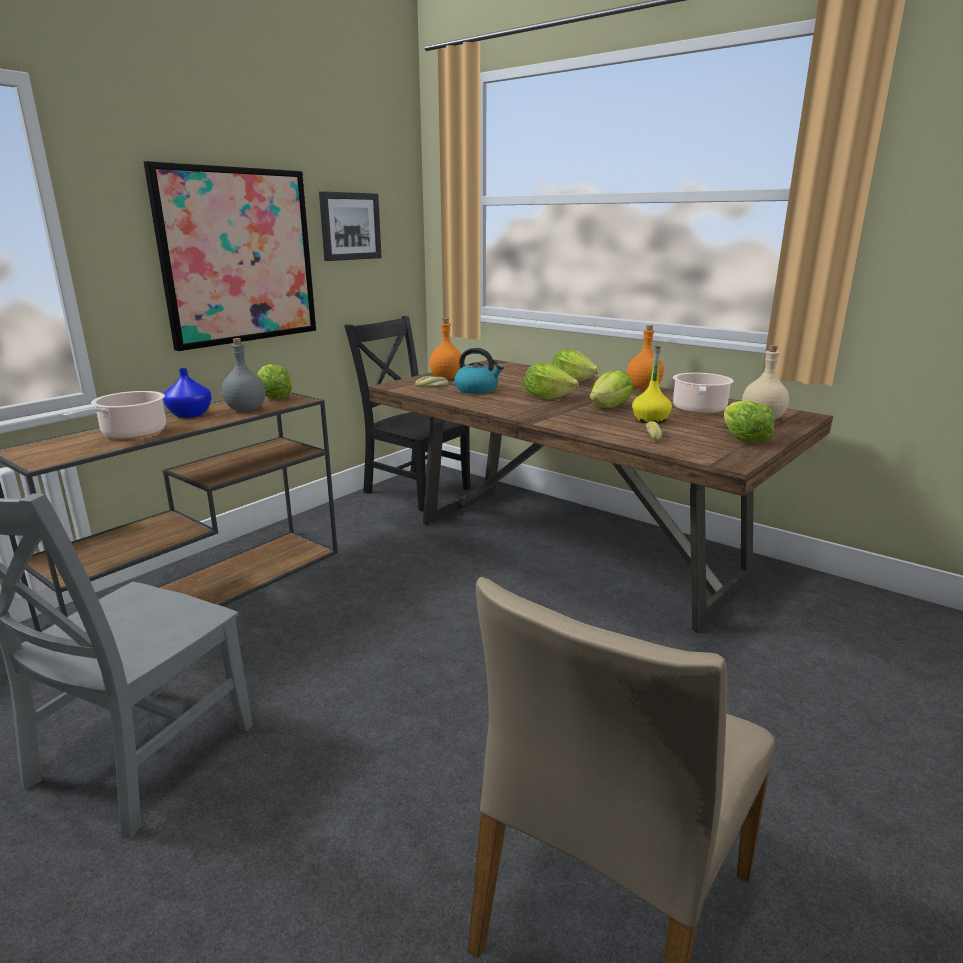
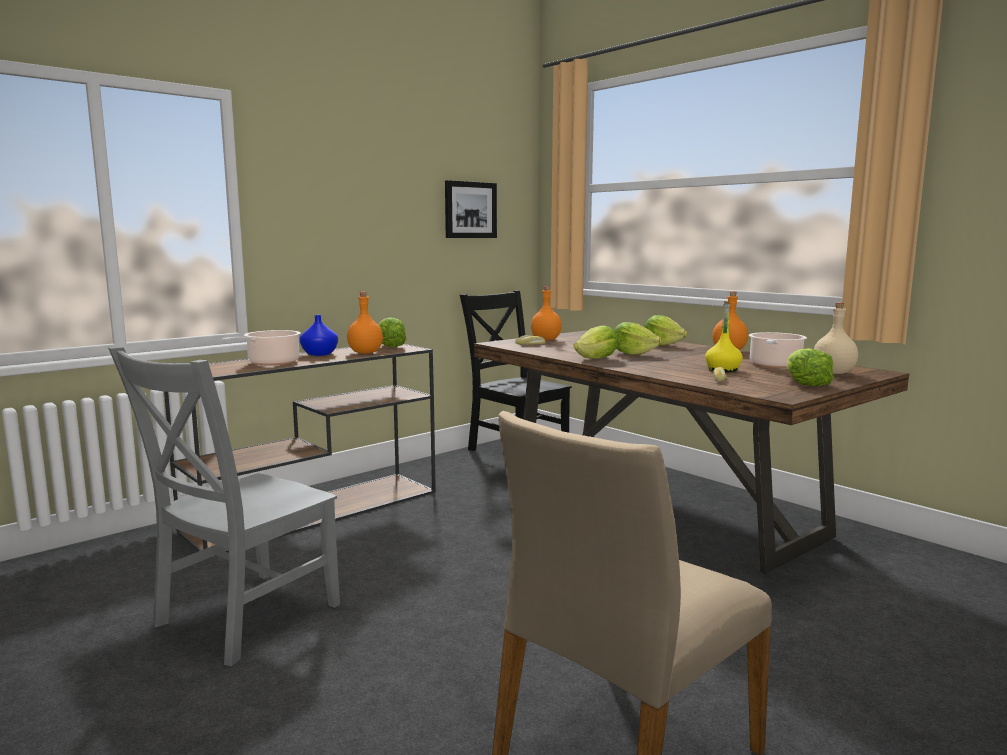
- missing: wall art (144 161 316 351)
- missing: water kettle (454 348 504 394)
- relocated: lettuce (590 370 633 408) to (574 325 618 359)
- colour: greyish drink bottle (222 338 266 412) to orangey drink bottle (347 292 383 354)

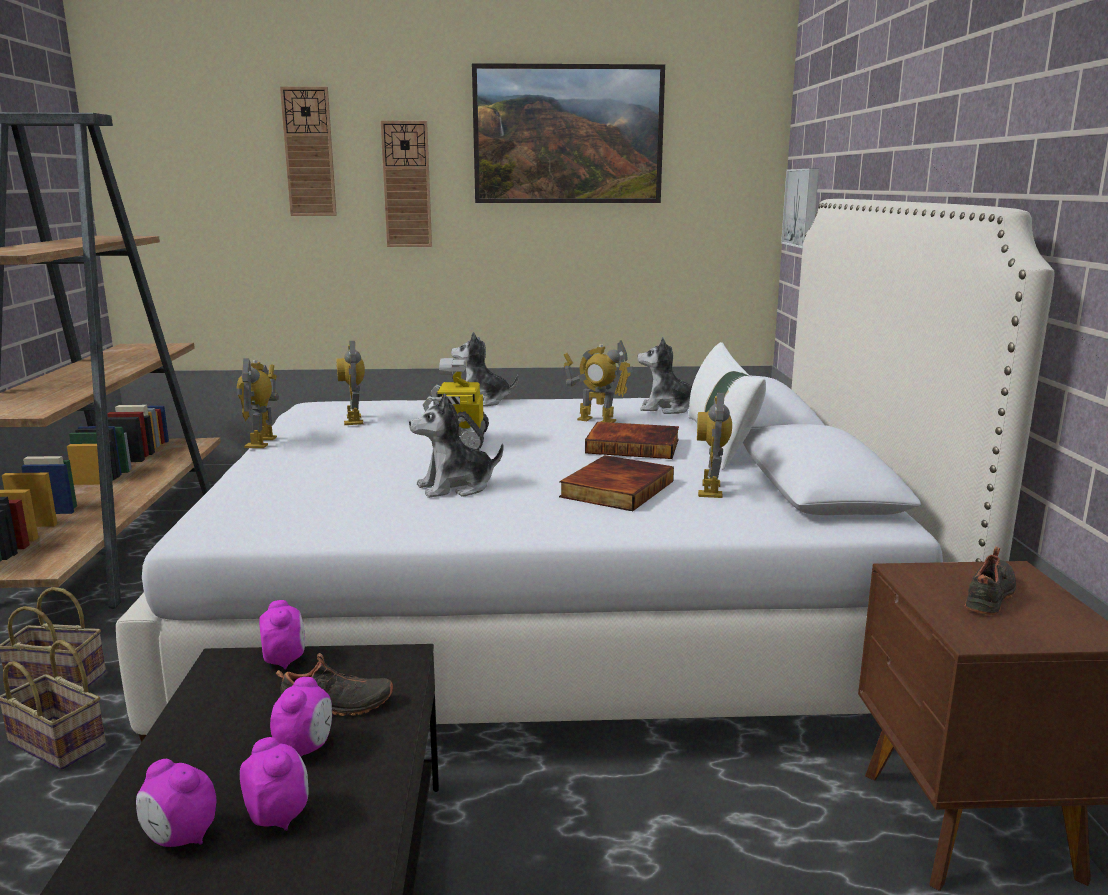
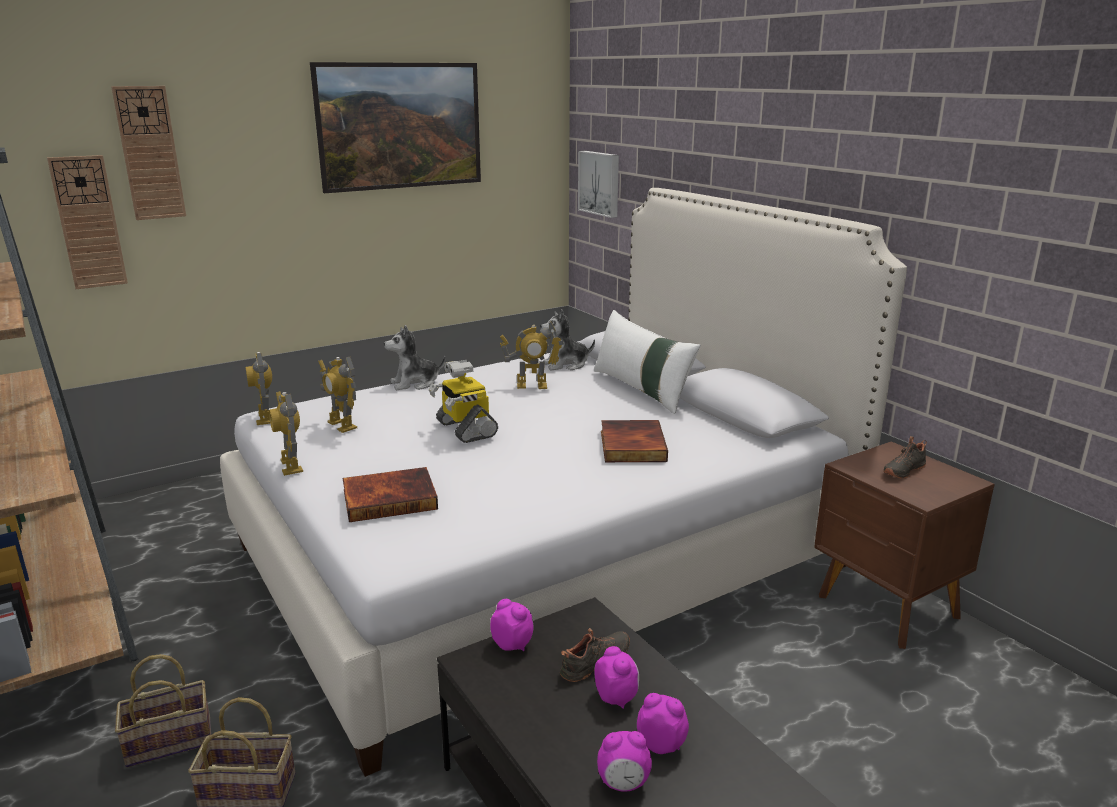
- missing: plush toy (409 393 504 498)
- relocated: wall clock (380 121 432 247) to (47 155 128 289)
- relocated: bound book (585 422 679 459) to (343 467 438 522)
- relocated: model robot (697 393 732 498) to (246 352 272 425)
- spun: blackish item of footwear (965 547 1016 615) = (883 436 927 479) 135 degrees counterclockwise

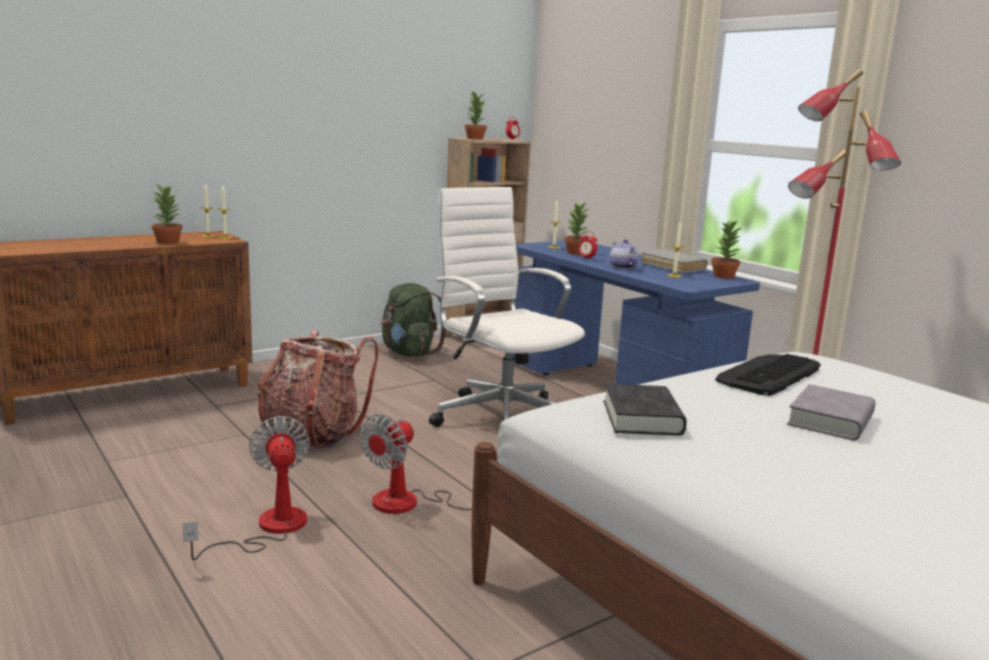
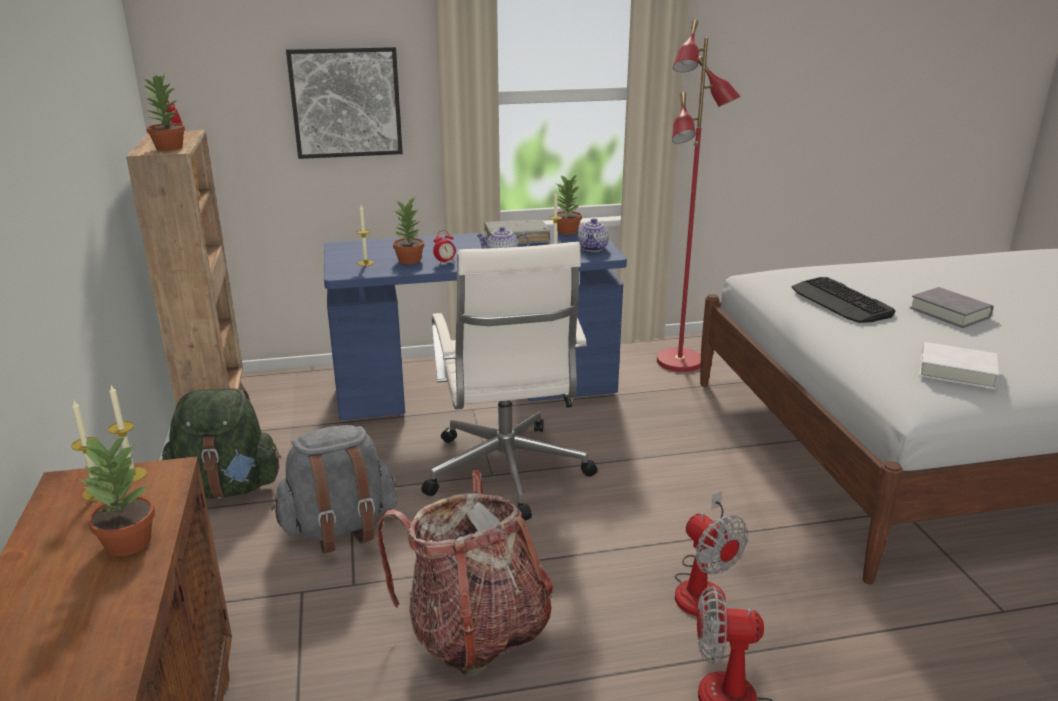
- appeared: greyish backpack (271 425 397 554)
- appeared: wall art (286 46 403 159)
- appeared: tea pot (577 219 609 252)
- colour: blackish bound book (603 384 687 436) to whitish bound book (919 342 999 389)
- spun: whitish desk chair (429 187 585 427) = (421 242 598 521) 90 degrees counterclockwise

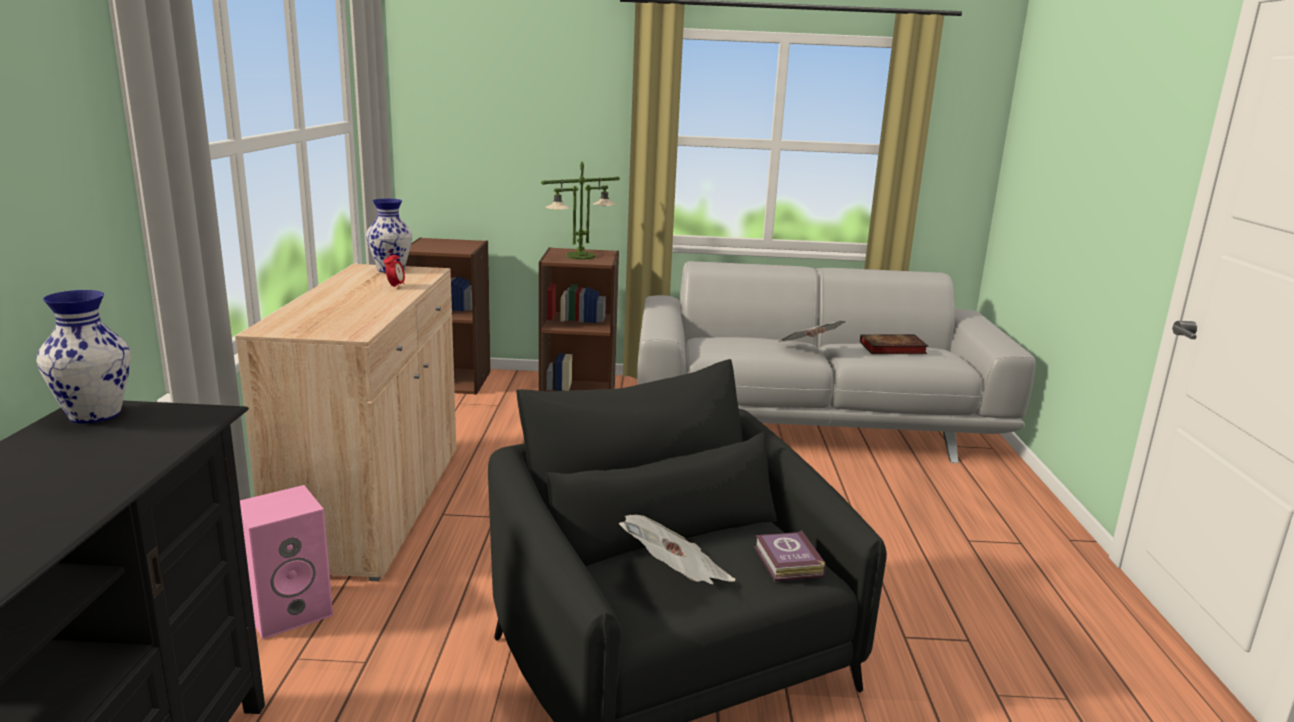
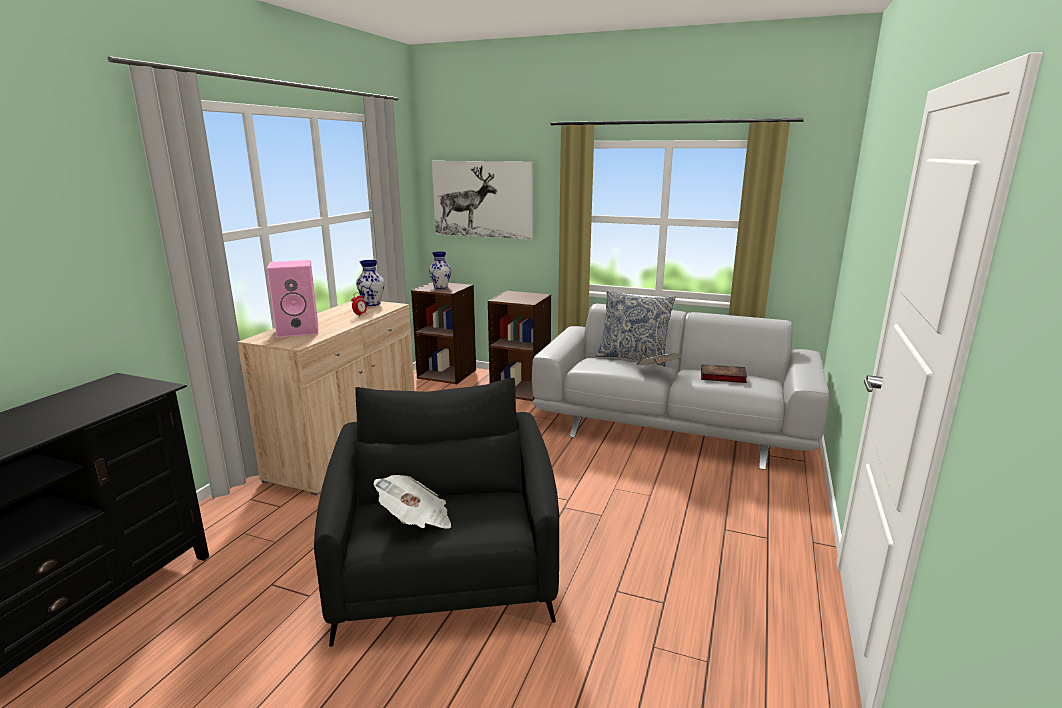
- missing: lamp for a table (541 162 620 260)
- missing: bound book (754 530 826 581)
- appeared: wall art (432 161 533 240)
- appeared: cushion (596 290 676 366)
- relocated: decorative vase (36 290 131 424) to (429 251 451 289)
- relocated: pink-coloured speaker (240 485 333 639) to (267 260 318 337)

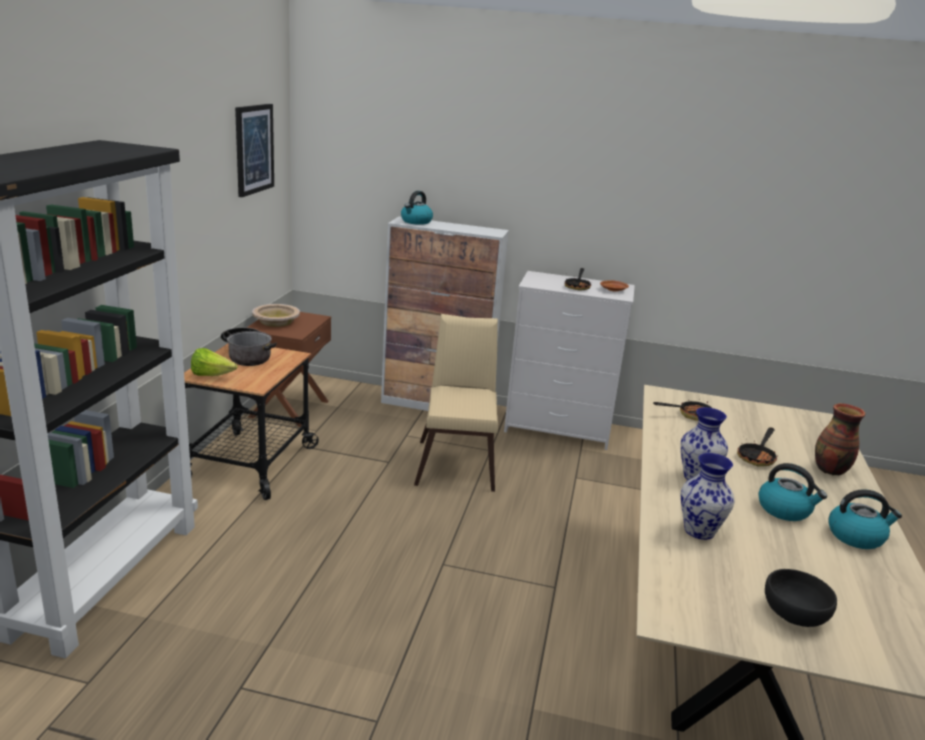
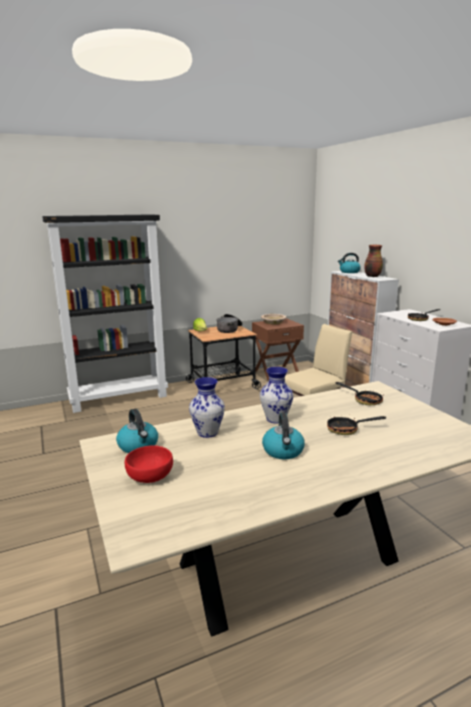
- missing: wall art (235 104 274 197)
- relocated: decorative vase (815 403 865 476) to (364 245 383 277)
- relocated: water kettle (828 489 902 549) to (116 409 158 453)
- colour: blackish serving bowl (765 569 837 627) to reddish serving bowl (125 445 173 483)

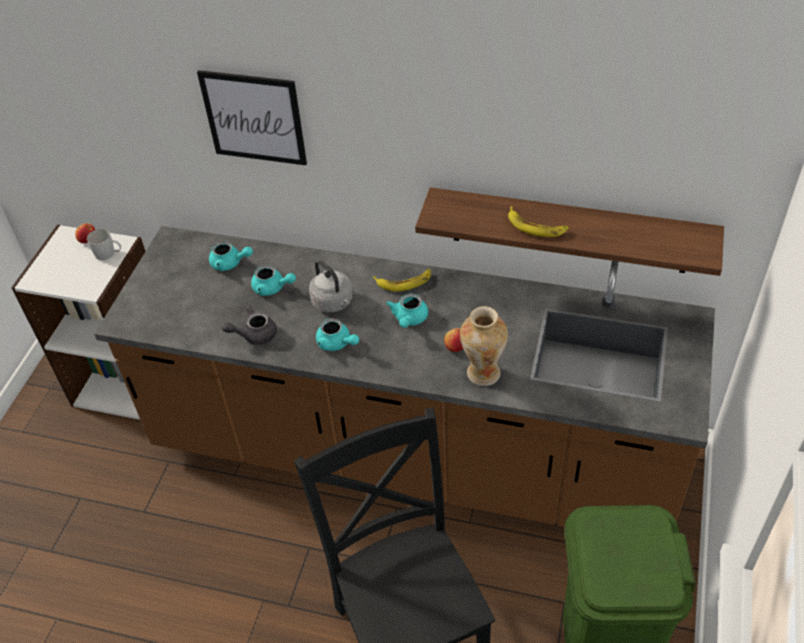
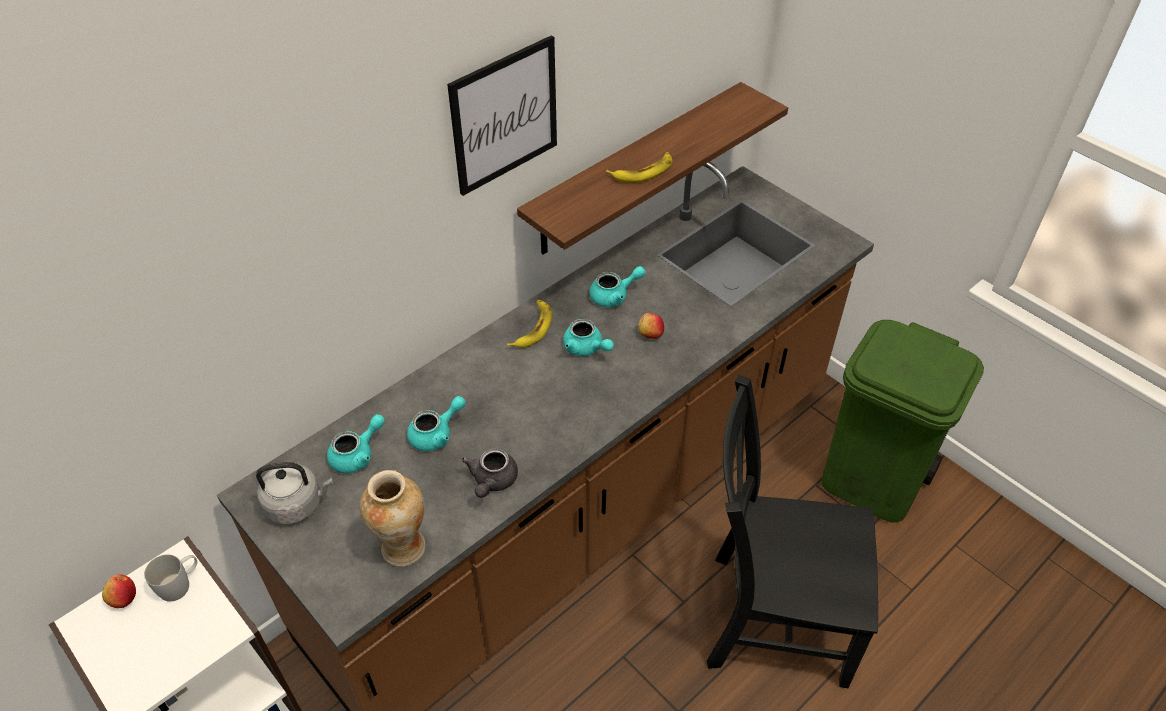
- relocated: wall art (197 70 307 165) to (447 35 557 196)
- relocated: greyish water kettle (309 260 353 312) to (256 462 333 524)
- relocated: turquoise-coloured tea pot (316 318 360 351) to (589 266 646 307)
- relocated: decorative vase (460 306 508 386) to (360 470 425 567)

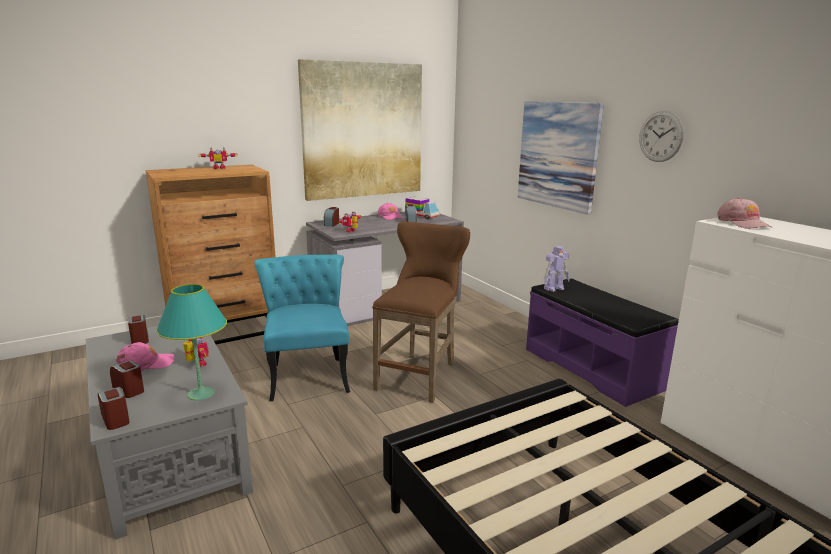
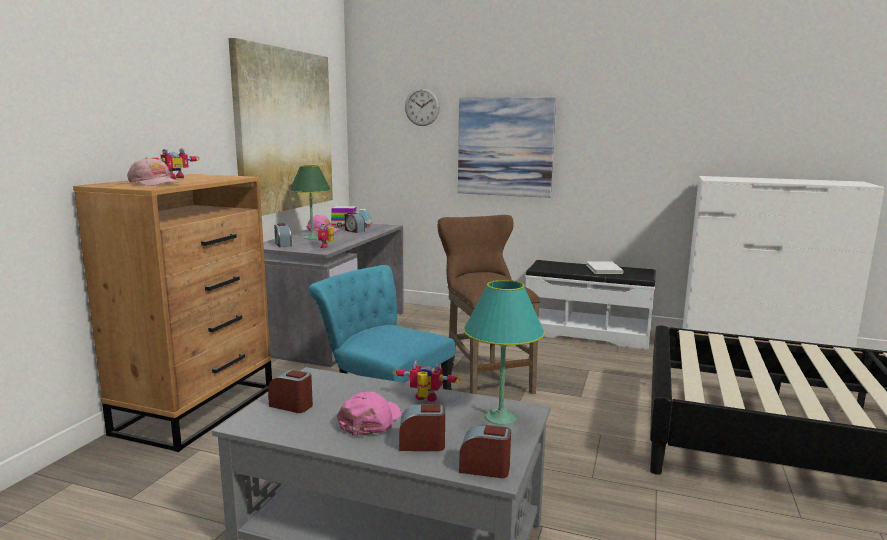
- missing: model robot (544 246 570 292)
- appeared: green-coloured lamp for a table (289 165 331 239)
- appeared: whitish bound book (586 261 624 274)
- relocated: wall clock (639 111 684 162) to (405 88 440 126)
- relocated: pink-coloured peaked cap (717 197 772 229) to (127 157 181 186)
- colour: purple-coloured bench (526 278 679 407) to whitish bench (525 260 656 350)

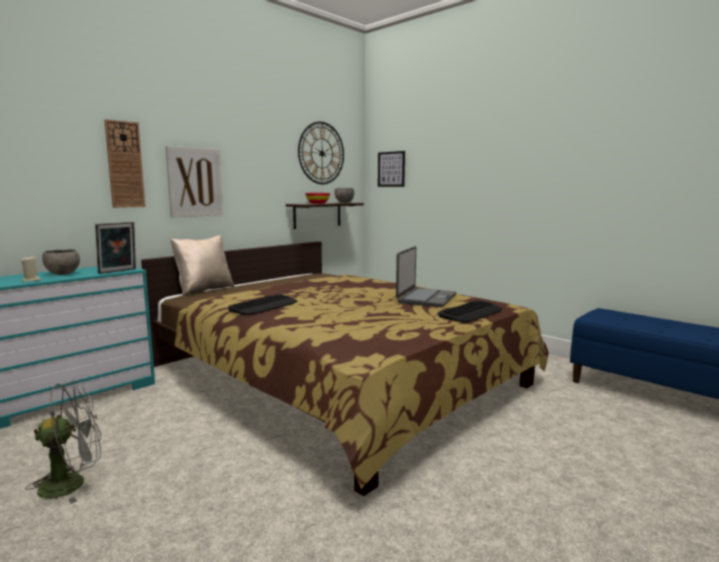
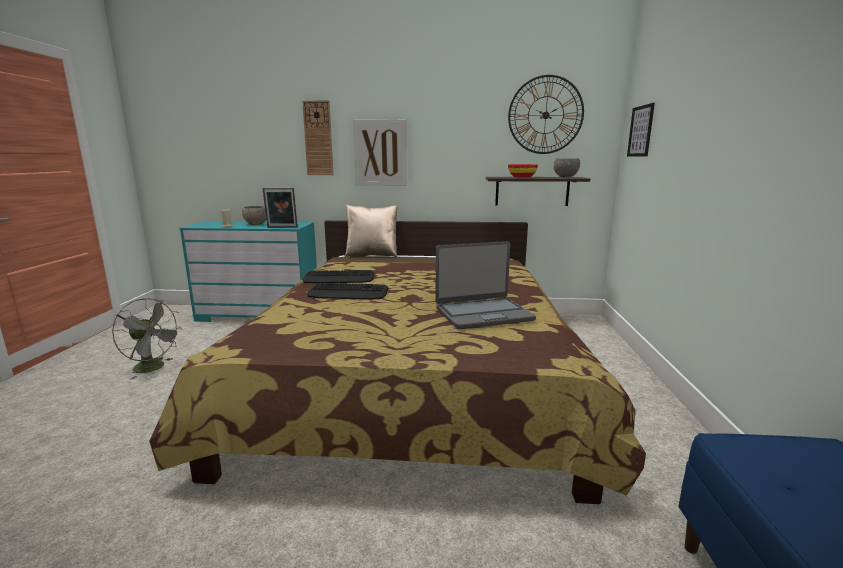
- relocated: keyboard (438 300 503 323) to (307 283 389 300)

